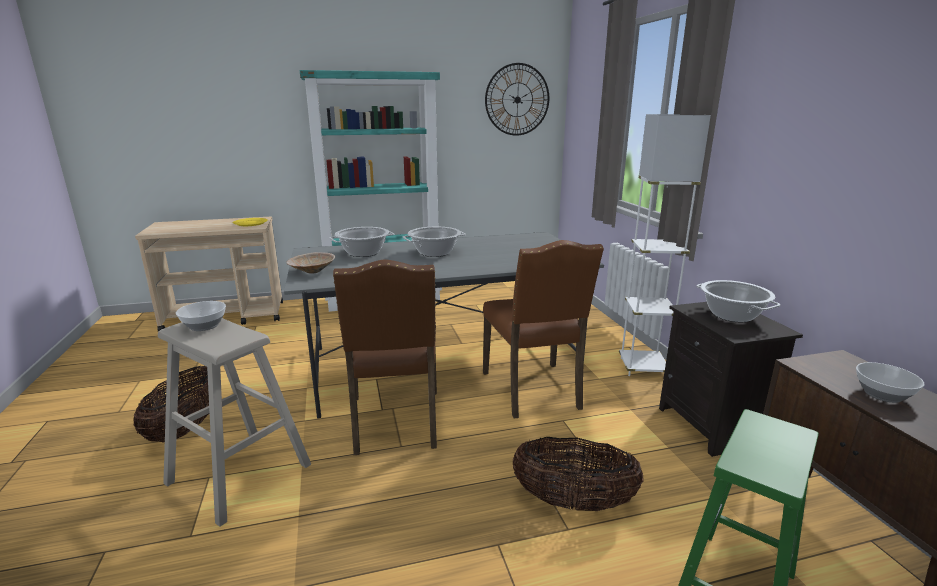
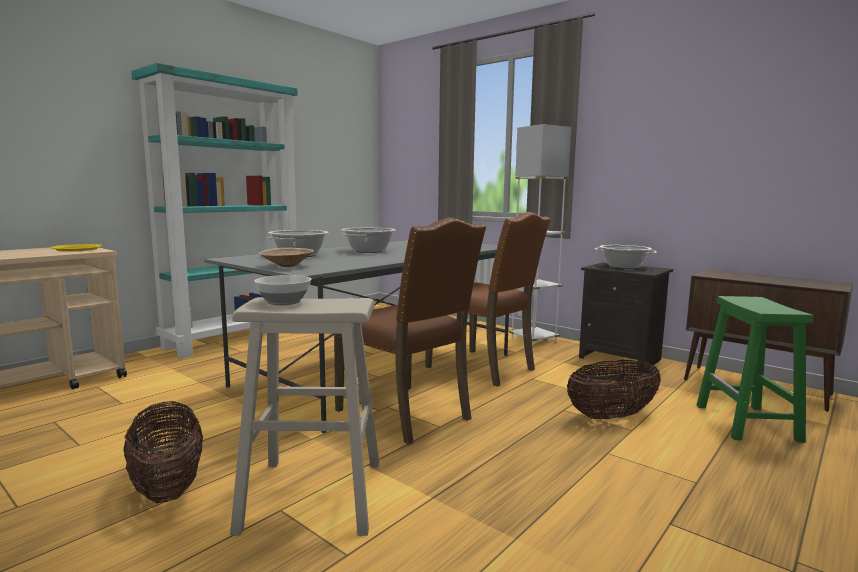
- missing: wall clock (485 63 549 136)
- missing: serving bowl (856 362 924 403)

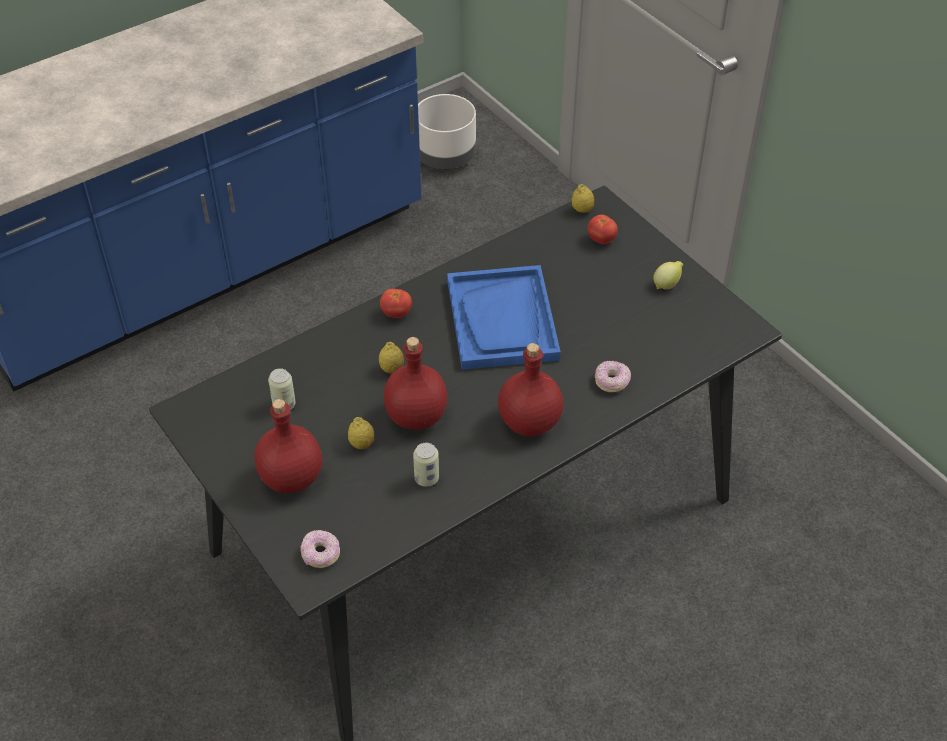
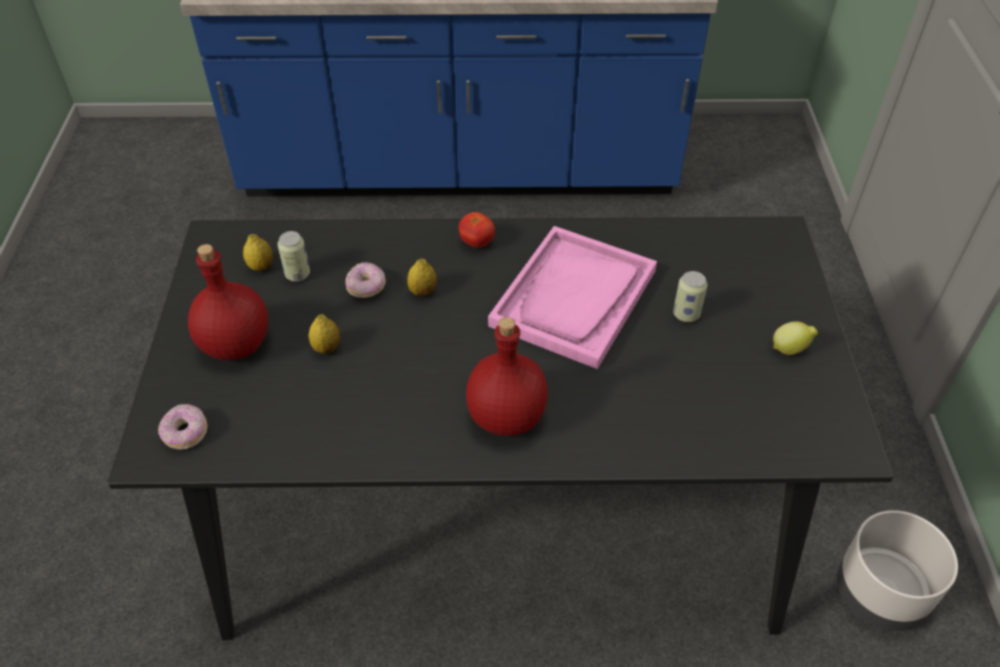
- missing: reddish drink bottle (383 337 448 429)
- missing: tomato (587 215 618 244)
- relocated: metal can (413 443 439 487) to (673 271 708 322)
- relocated: greyish planter (418 94 476 169) to (837 510 958 631)
- relocated: citrus fruit (572 184 594 213) to (243 234 273 271)
- relocated: ring doughnut (595 361 631 392) to (346 262 386 298)
- colour: blue tray (447 265 561 370) to pink-coloured tray (488 226 657 369)

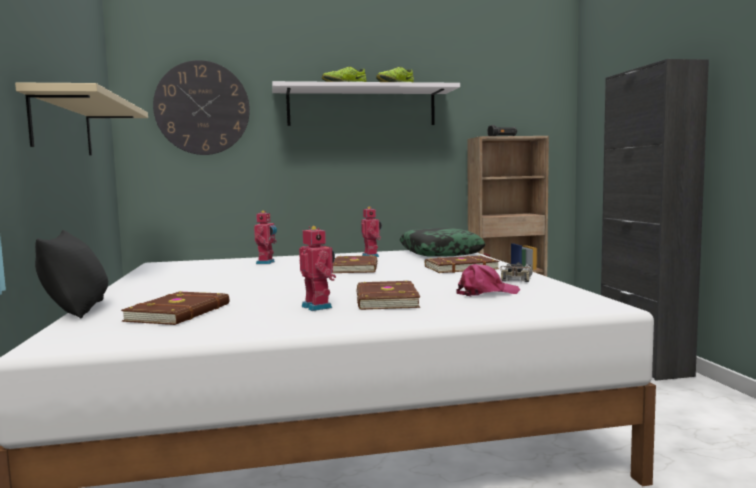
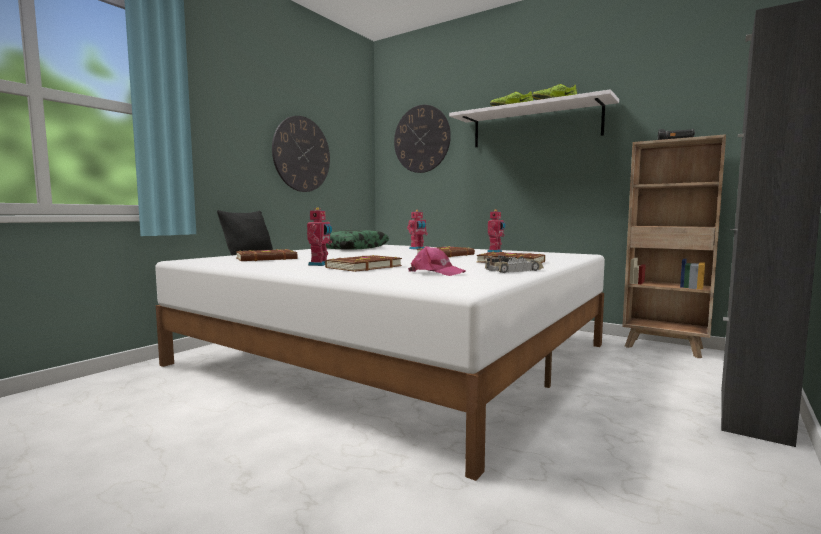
- relocated: cushion (400 228 486 257) to (326 230 389 250)
- exchanged: sand-coloured bracket shelf (15 82 148 155) to wall clock (272 116 330 192)

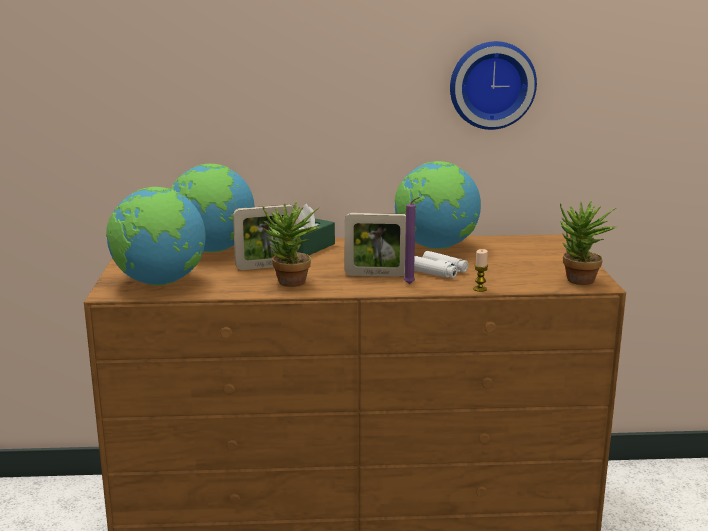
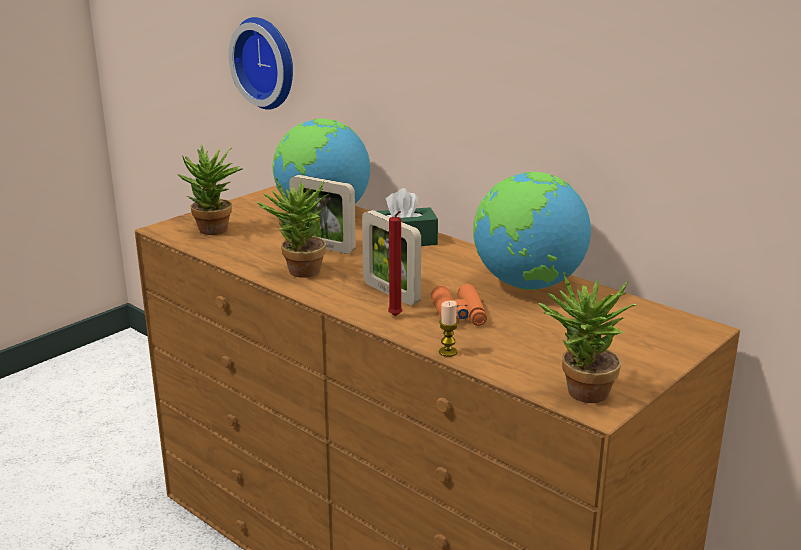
- relocated: wall clock (450 41 537 130) to (228 17 293 110)
- exchanged: globe (106 187 206 285) to plant in a pot (178 145 242 235)
- colour: purple-coloured wax candle (404 197 420 284) to reddish wax candle (388 211 402 316)
- colour: whitish pair of binoculars (414 251 468 278) to orangey pair of binoculars (431 284 487 326)

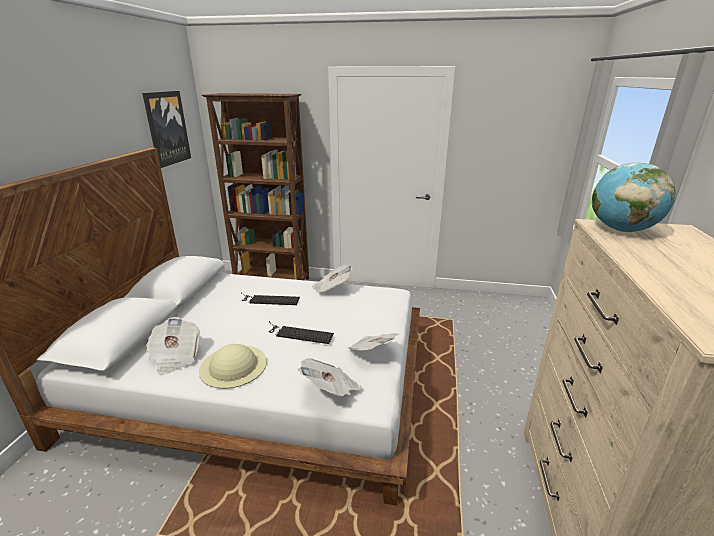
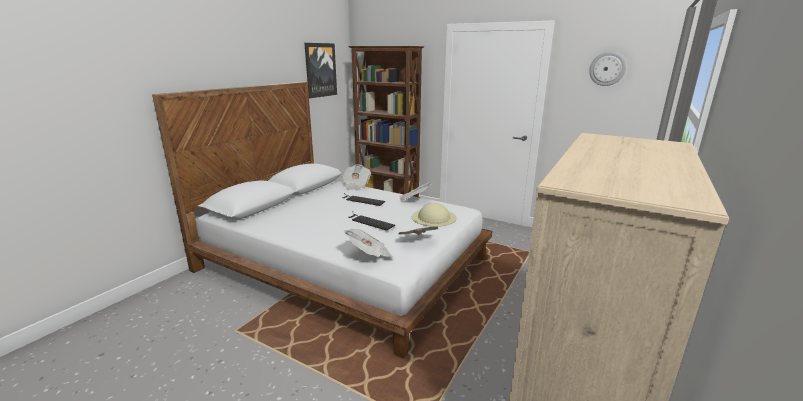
- missing: globe (592 162 676 232)
- appeared: wall clock (589 52 626 86)
- relocated: printed paper (146 317 200 375) to (342 164 371 190)
- relocated: sand-coloured hat (199 344 267 389) to (412 203 457 227)

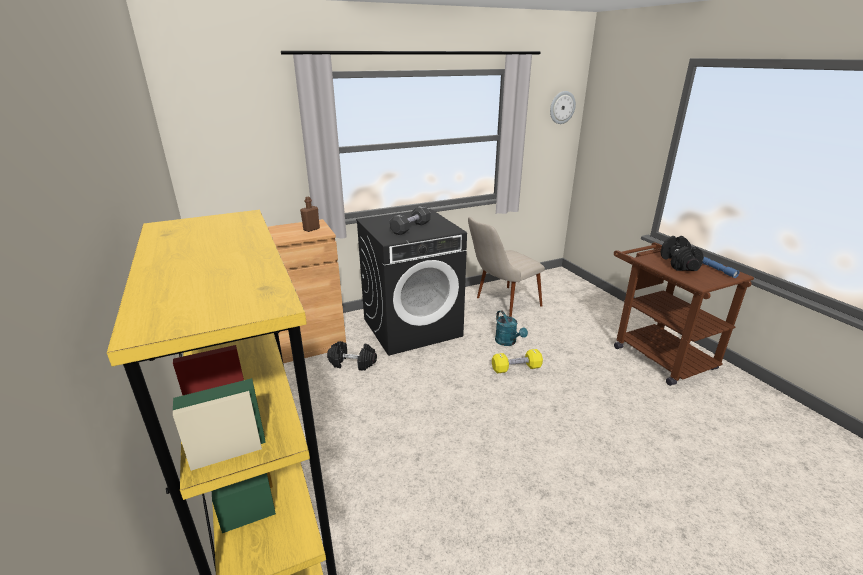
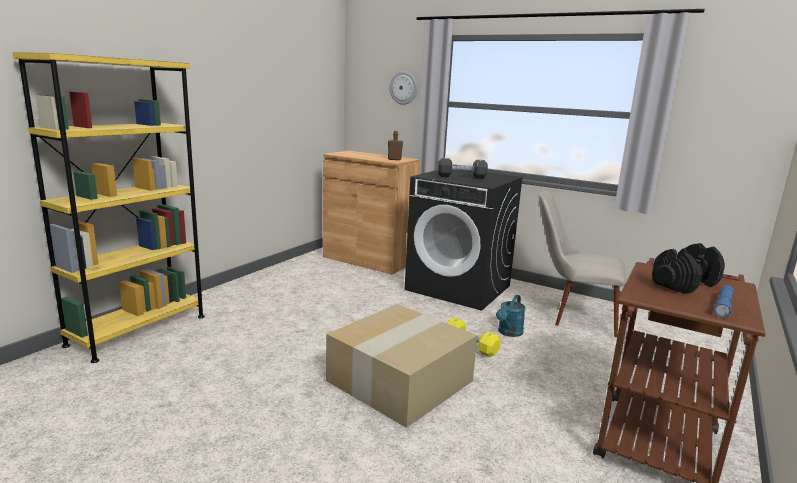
- missing: blackish dumbbell (327 341 377 371)
- appeared: carton (326 304 477 428)
- relocated: wall clock (550 91 576 124) to (390 71 417 105)

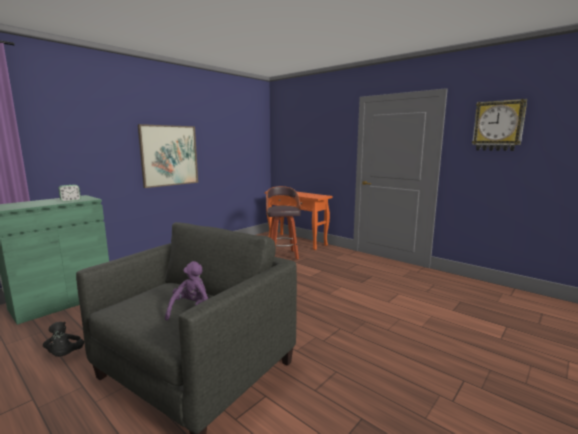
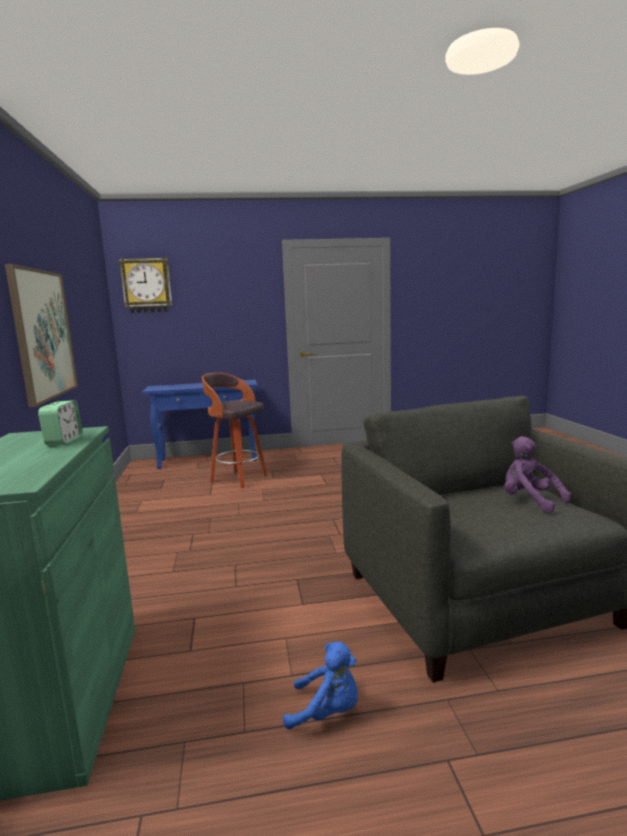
- relocated: wall clock (472 99 527 151) to (119 258 172 313)
- colour: blackish plush toy (43 322 84 357) to blue plush toy (283 642 358 730)
- colour: orangey narrow table (265 191 333 250) to blue narrow table (142 380 257 469)

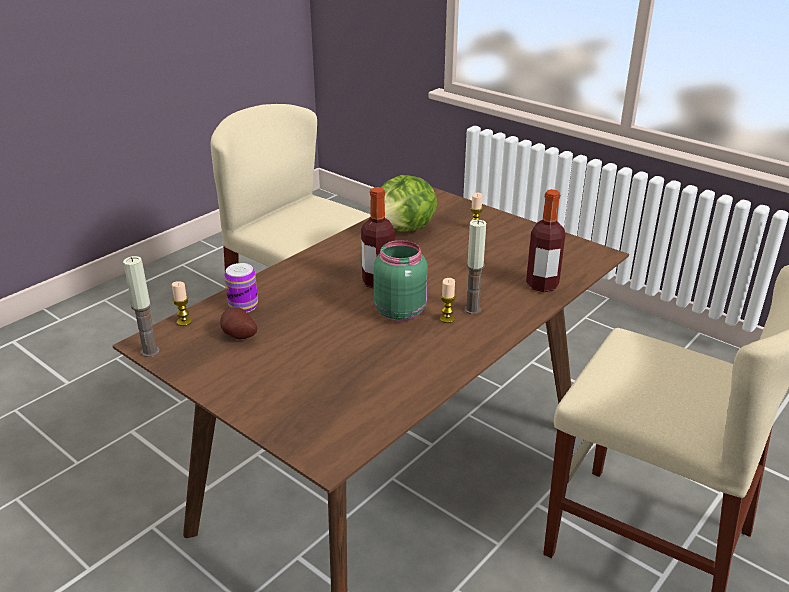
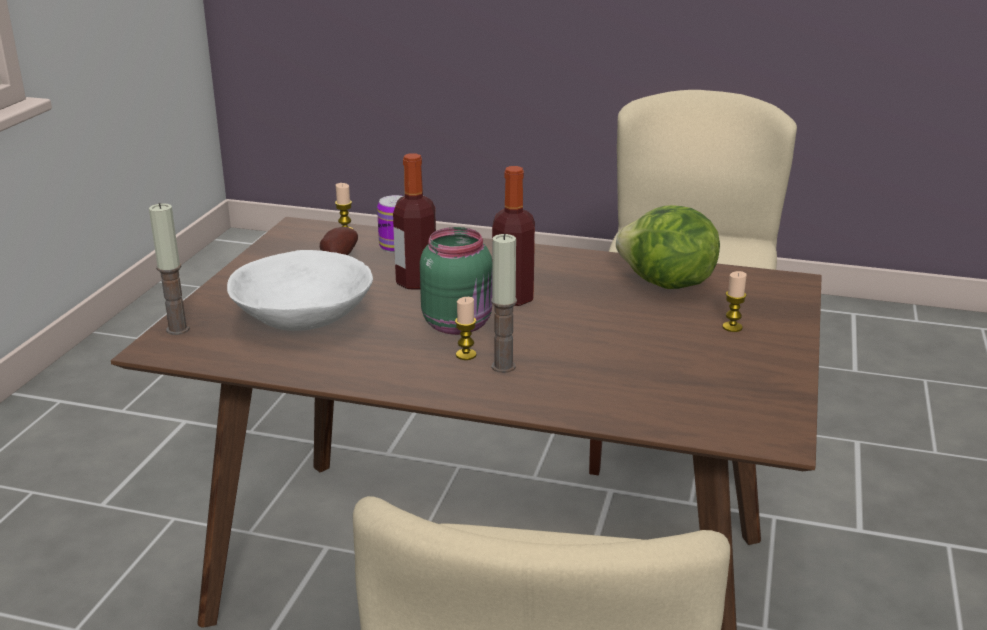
- appeared: whitish serving bowl (227 250 373 331)
- relocated: wax candle (123 256 160 357) to (149 203 190 335)
- relocated: drink bottle (526 189 566 292) to (393 153 436 290)

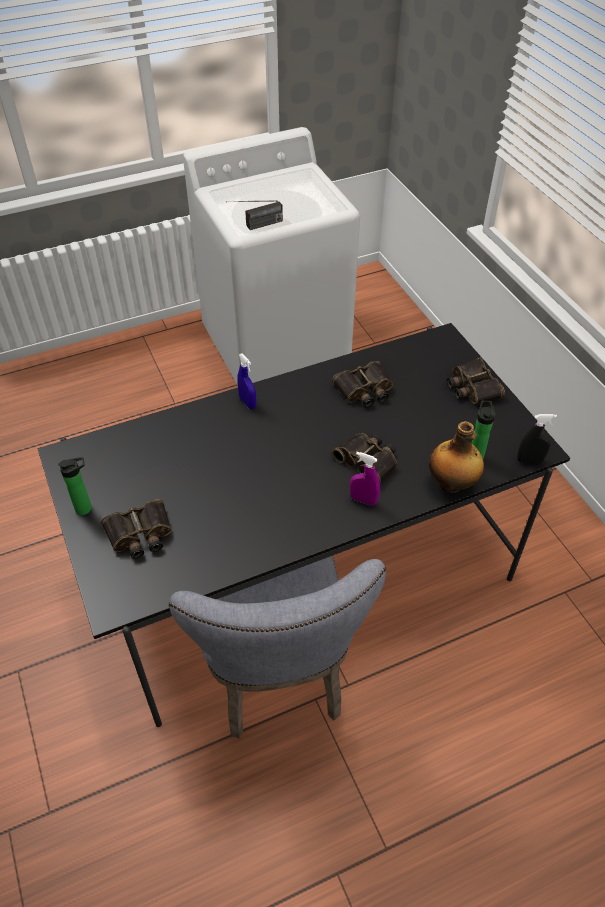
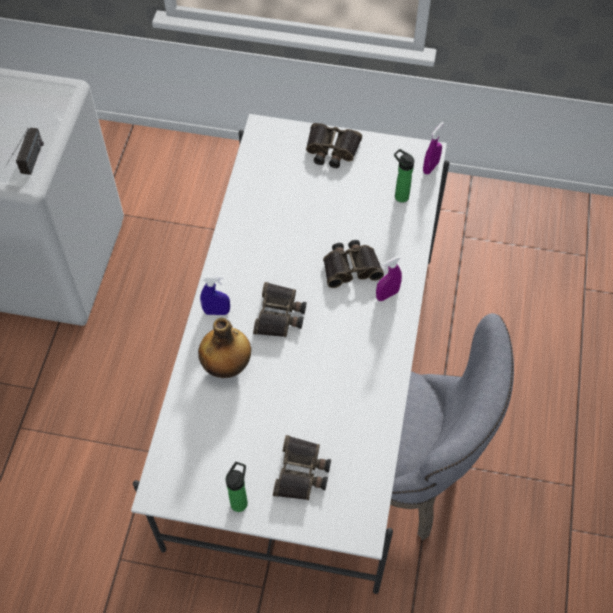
- relocated: pair of binoculars (332 361 393 407) to (253 282 307 337)
- relocated: drink bottle (429 421 484 493) to (198 318 251 378)
- colour: blackish dinner table (37 323 570 727) to whitish dinner table (131 114 449 594)
- colour: blackish spray bottle (517 414 557 463) to purple-coloured spray bottle (423 122 444 174)

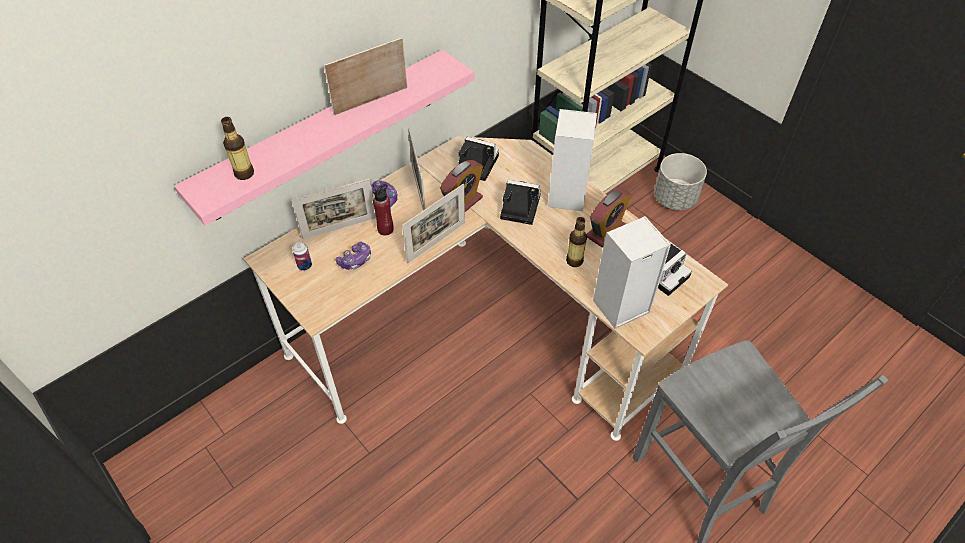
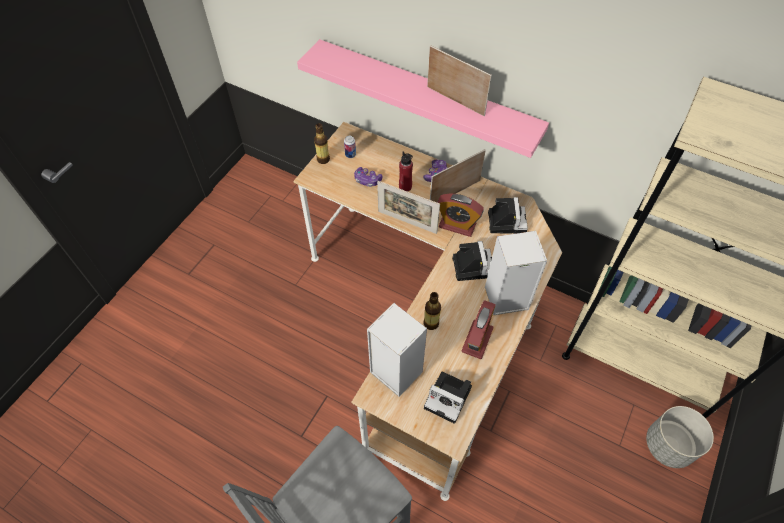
- missing: photo frame (291 179 376 239)
- relocated: drink bottle (221 117 254 180) to (314 123 330 164)
- spun: alarm clock (587 188 632 248) = (462 300 496 359) 90 degrees counterclockwise

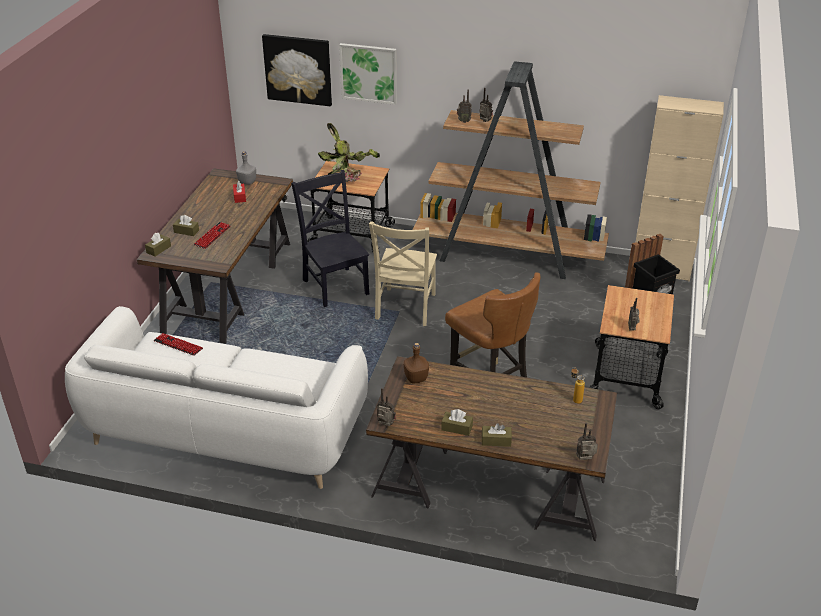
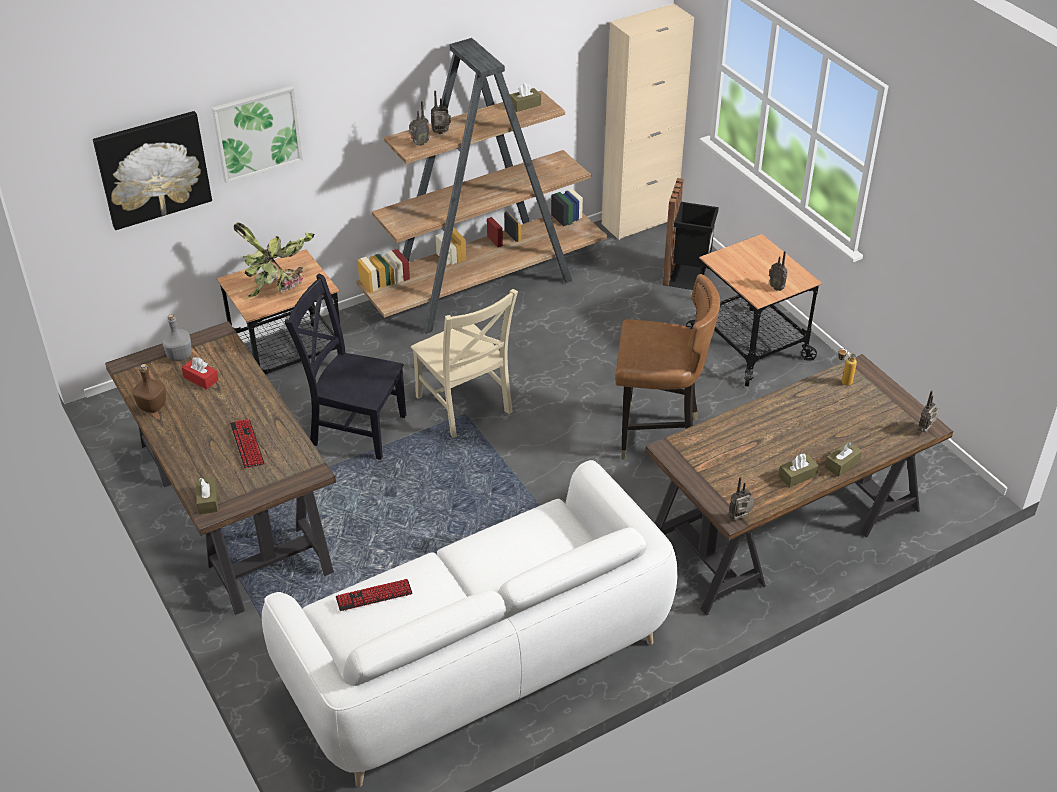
- relocated: brown box of tissues (173 215 199 236) to (510 83 541 112)
- relocated: brown drink bottle (404 343 429 383) to (132 364 166 413)

